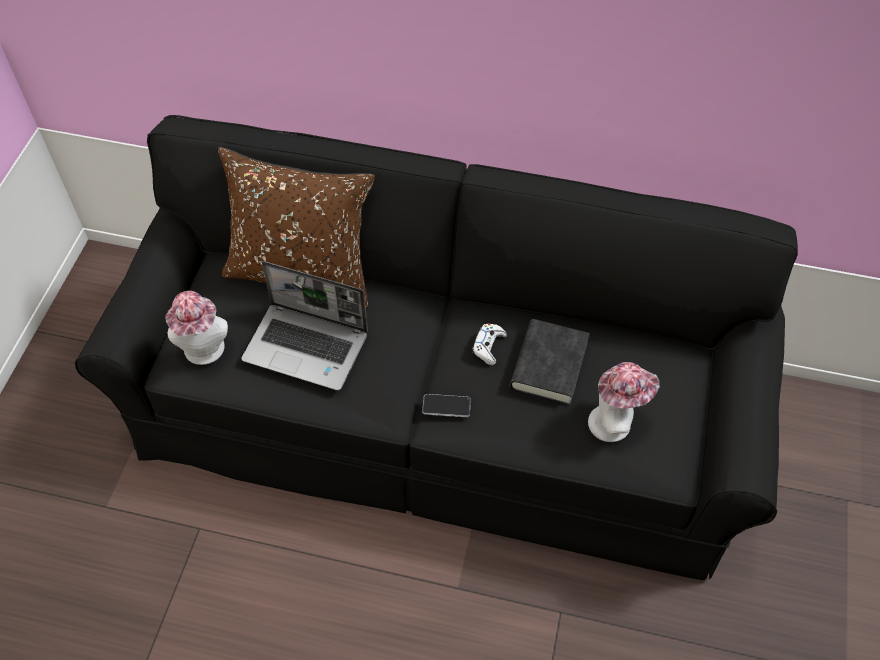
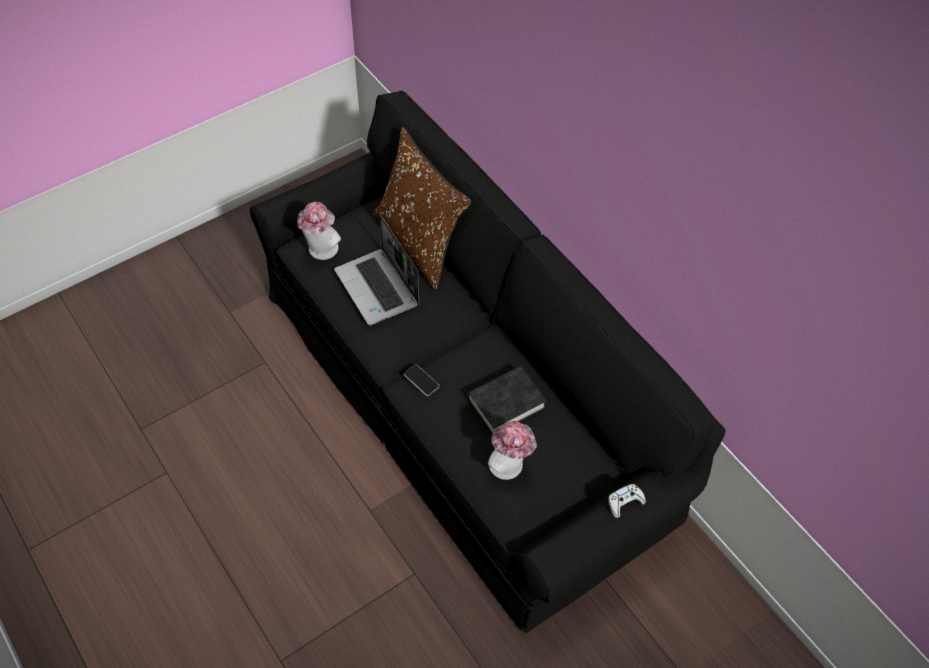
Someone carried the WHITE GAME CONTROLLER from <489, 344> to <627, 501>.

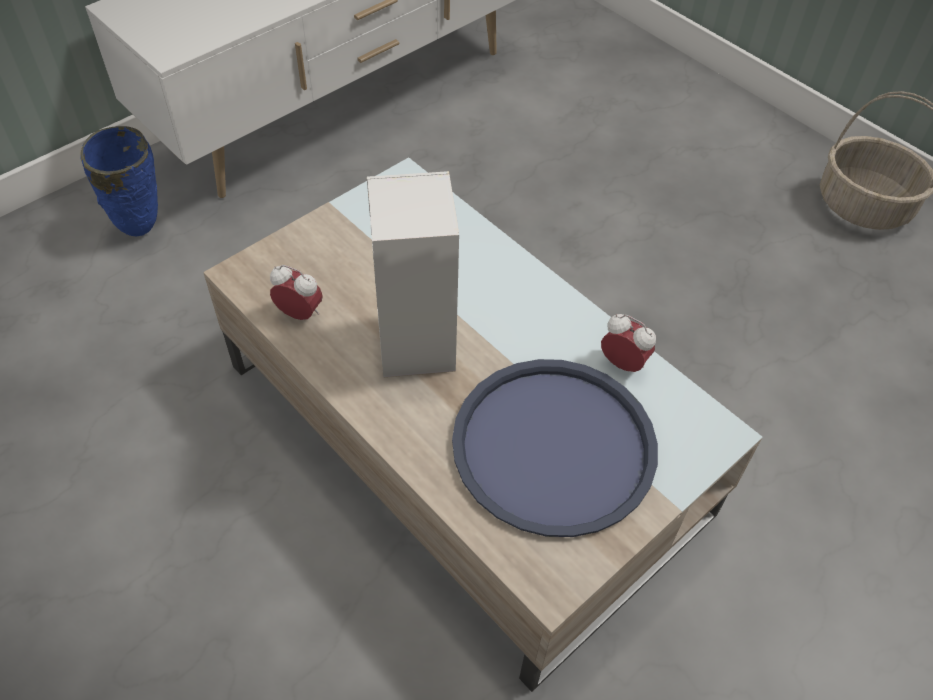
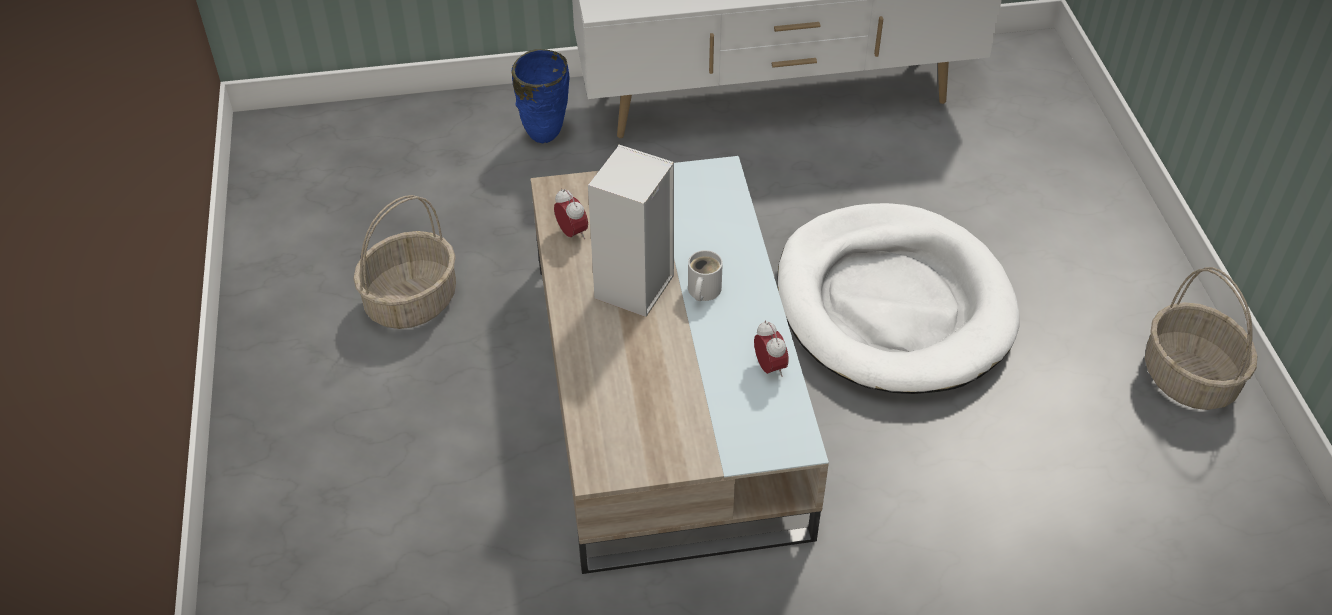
Someone put down the BASKET at <404, 262>.
Someone put down the WHITE MUG at <705, 275>.
Someone put down the WHITE DOG BED at <898, 298>.
Someone took away the BLUE TRAY at <555, 448>.

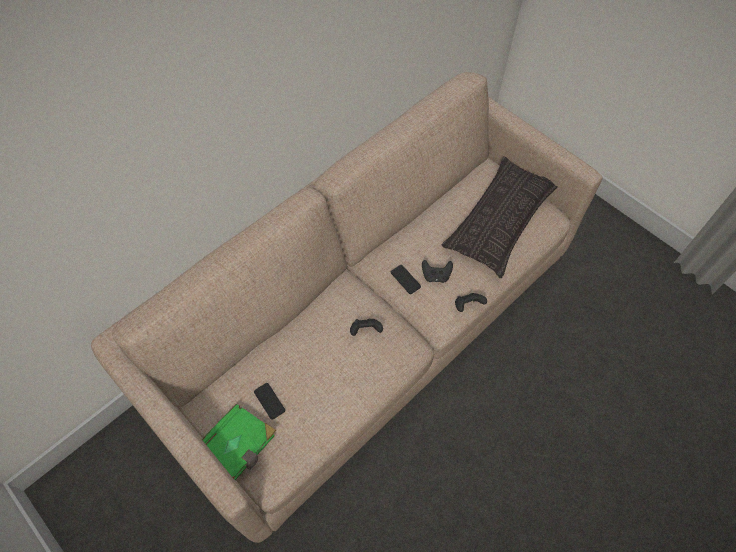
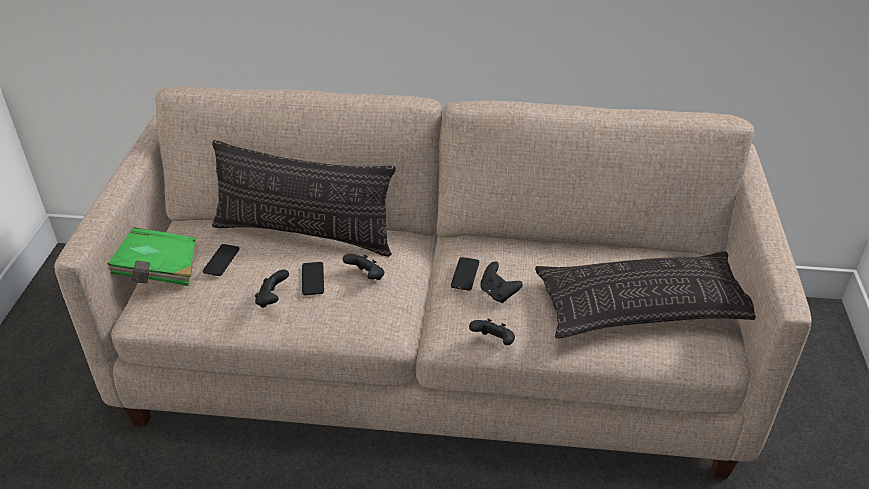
Someone put down the PILLOW at <304, 198>.
Someone put down the BLACK GAME CONTROLLER at <272, 288>.
Someone put down the PHONE at <313, 278>.

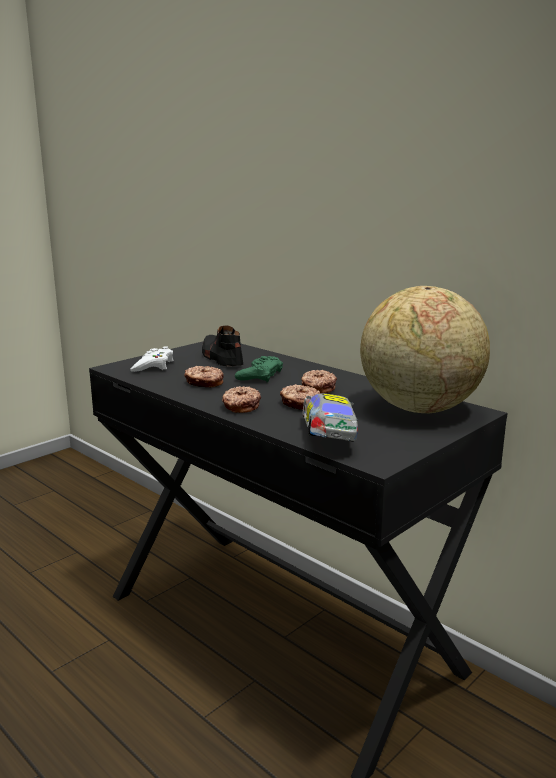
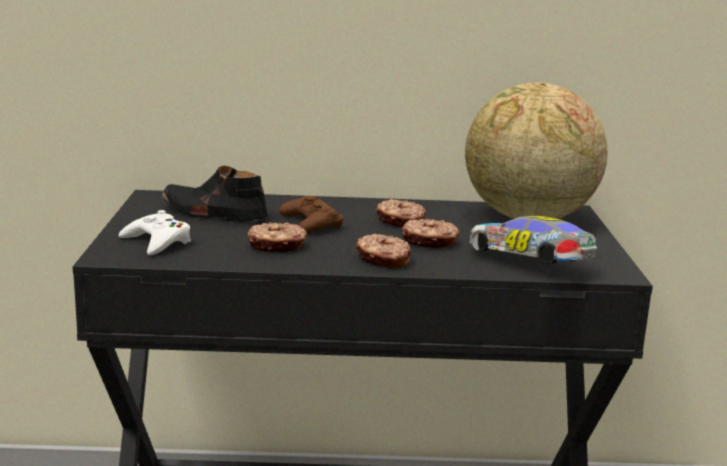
Someone repainted the GREEN GAME CONTROLLER at <259, 369>, which became the BROWN GAME CONTROLLER at <311, 214>.

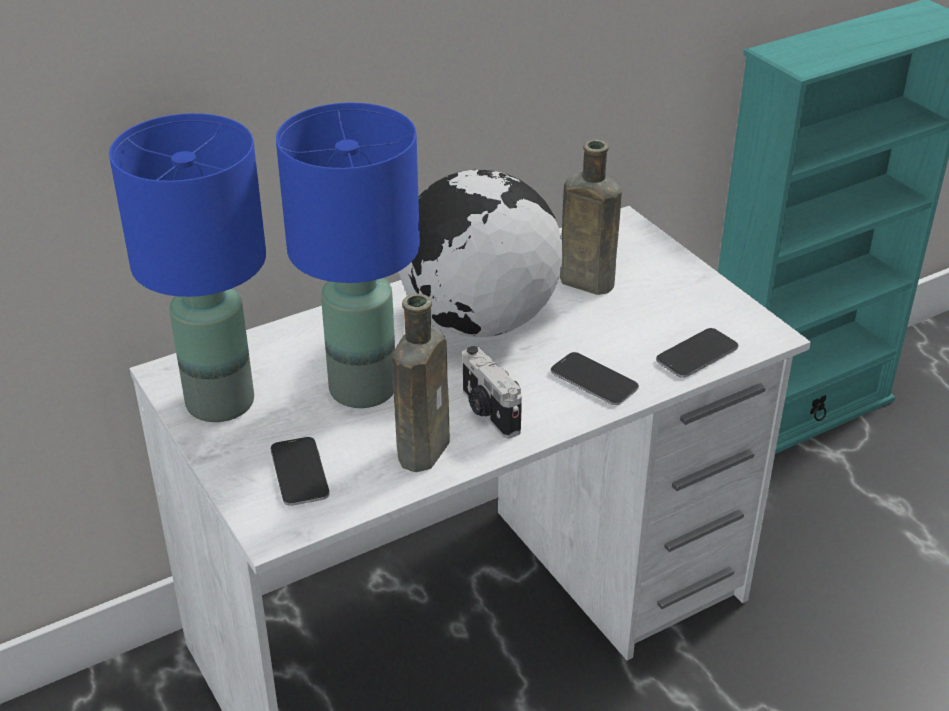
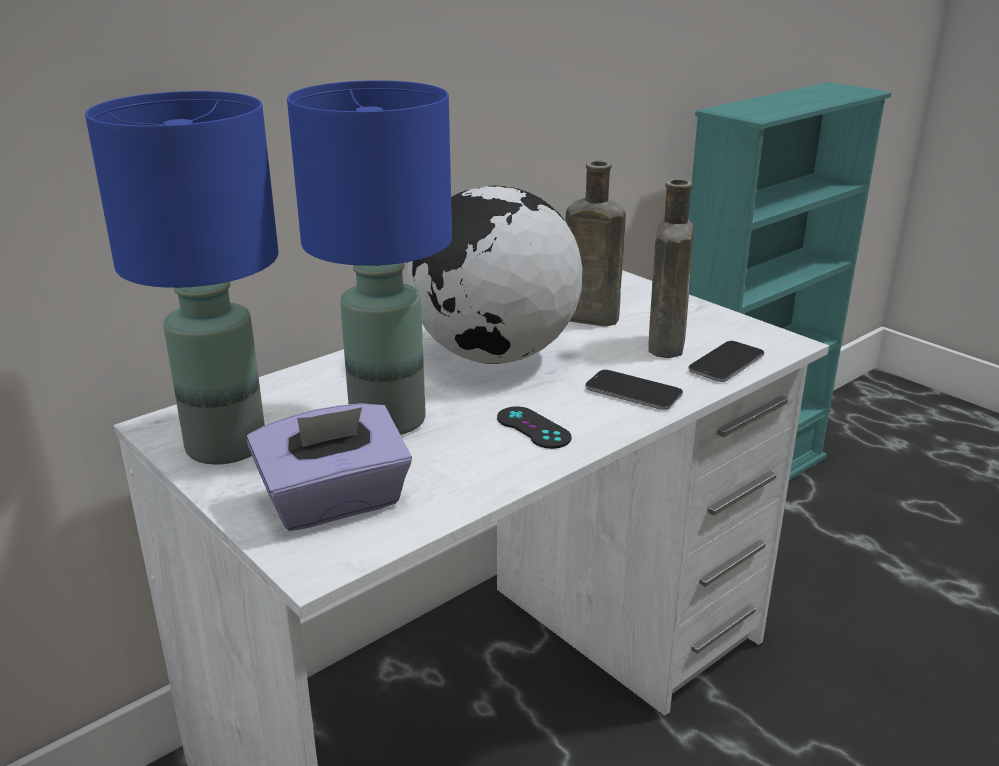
Someone swapped the PHONE at <300, 471> for the PURPLE TISSUE BOX at <329, 467>.
Someone swapped the PHOTO CAMERA at <492, 392> for the BLACK GAME CONTROLLER at <534, 427>.
Someone carried the BROWN BOTTLE from <421, 383> to <671, 268>.

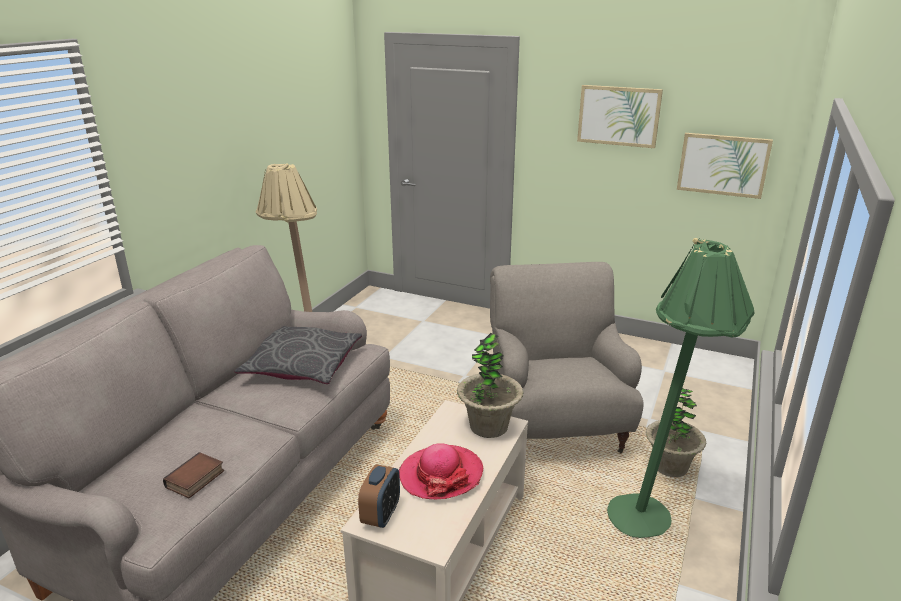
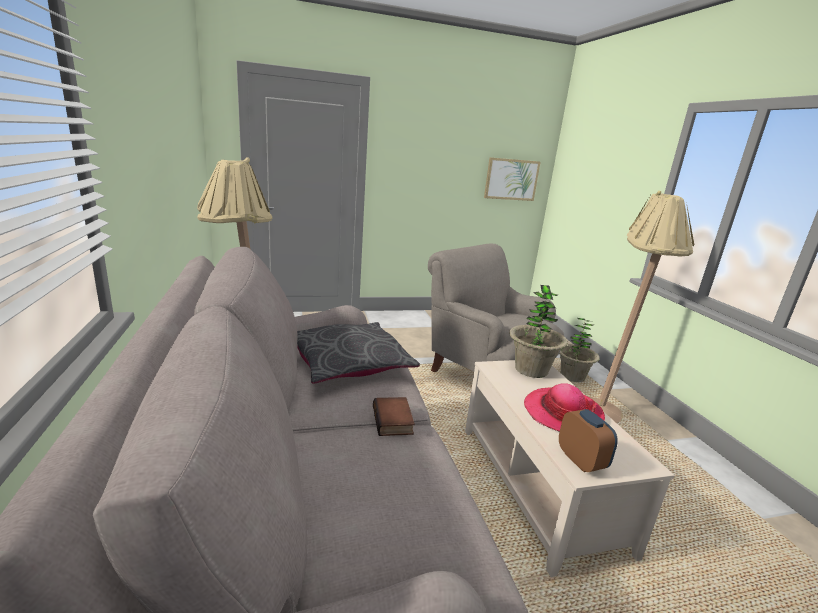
Someone carried the BOOK from <193, 475> to <394, 416>.
Someone repainted the GREEN FLOOR LAMP at <681, 387>, which became the BEIGE FLOOR LAMP at <641, 307>.
Someone took away the PICTURE at <620, 116>.

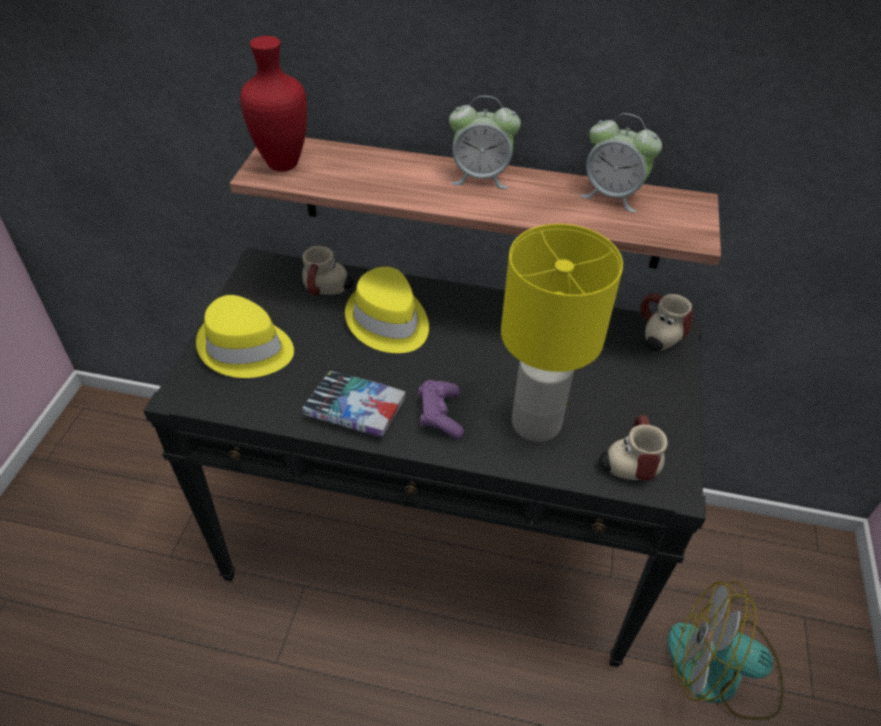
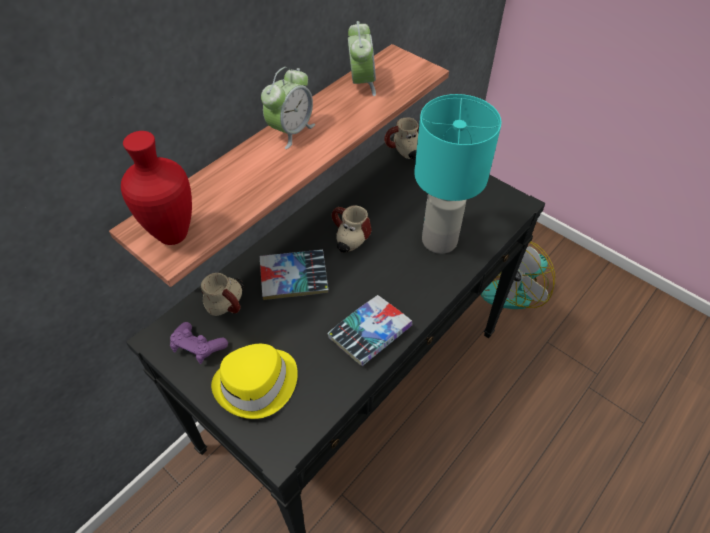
Someone carried the PURPLE GAME CONTROLLER from <441, 409> to <199, 343>.
Someone swapped the YELLOW HAT at <387, 310> for the BOOK at <294, 275>.
Someone carried the MUG from <633, 447> to <351, 229>.
Someone rotated the ALARM CLOCK at <621, 163> by 60 degrees counterclockwise.
Someone repainted the YELLOW TABLE LAMP at <562, 333>, which became the TURQUOISE TABLE LAMP at <458, 174>.

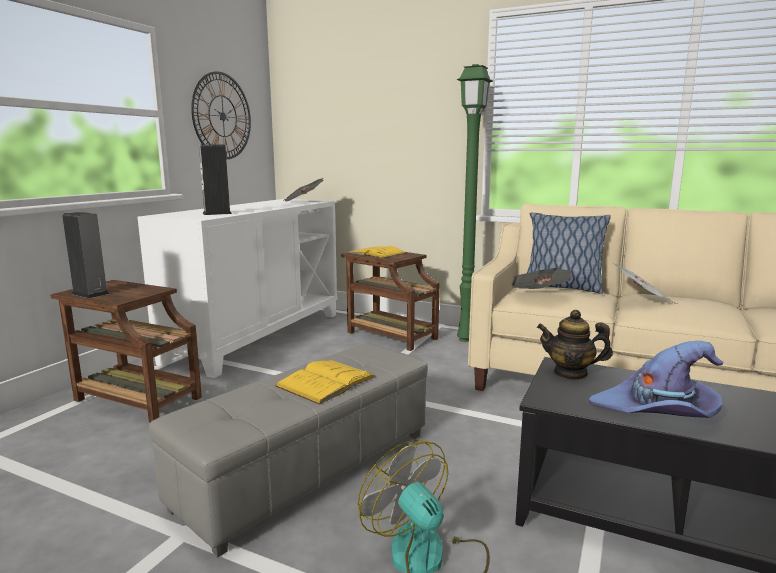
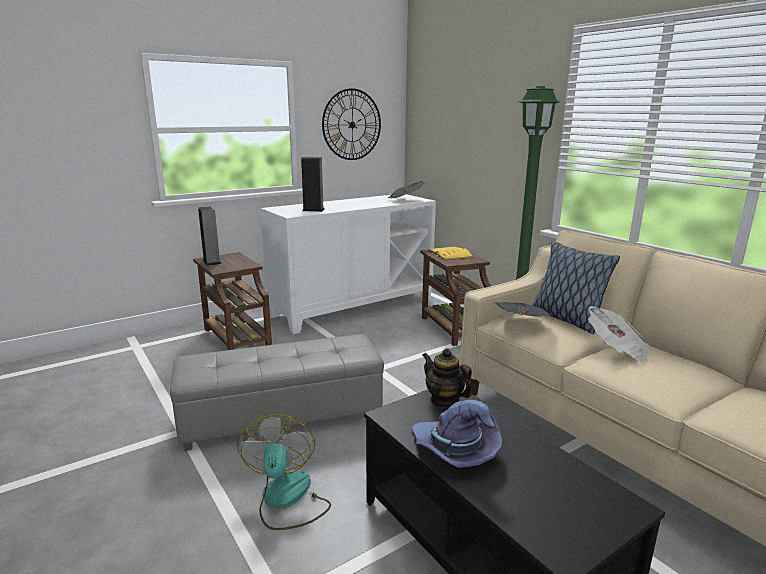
Someone took away the YELLOW BOOK at <325, 382>.

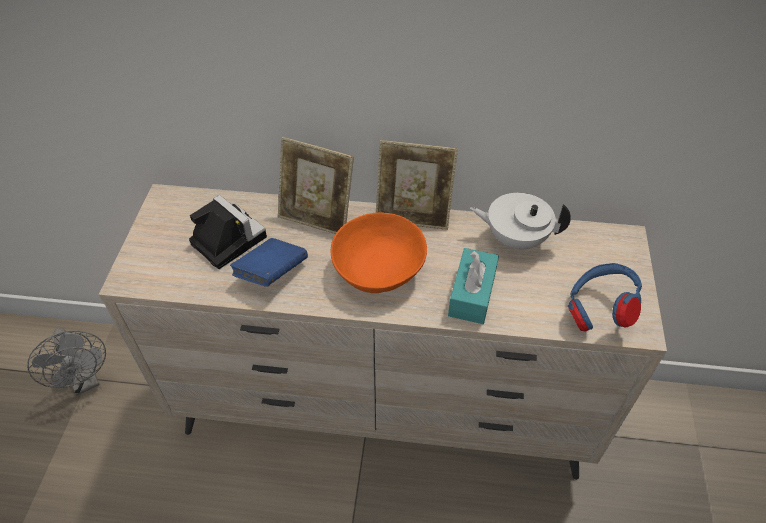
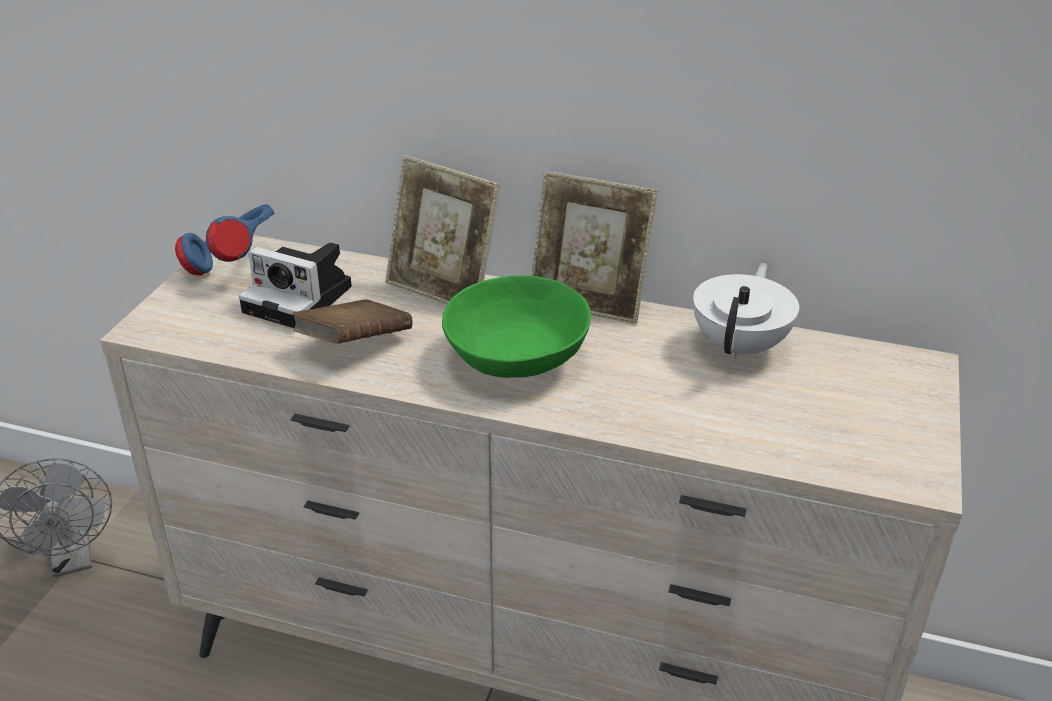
Someone carried the BLUE HEADPHONES from <605, 297> to <225, 240>.
Someone rotated the PHOTO CAMERA at <228, 232> by 150 degrees clockwise.
Someone repainted the BLUE BOOK at <269, 262>, which became the BROWN BOOK at <352, 321>.
Someone repainted the ORANGE BOWL at <379, 252>, which became the GREEN BOWL at <516, 326>.
Someone rotated the WHITE TEAPOT at <520, 222> by 90 degrees clockwise.
Someone took away the TURQUOISE TISSUE BOX at <473, 286>.

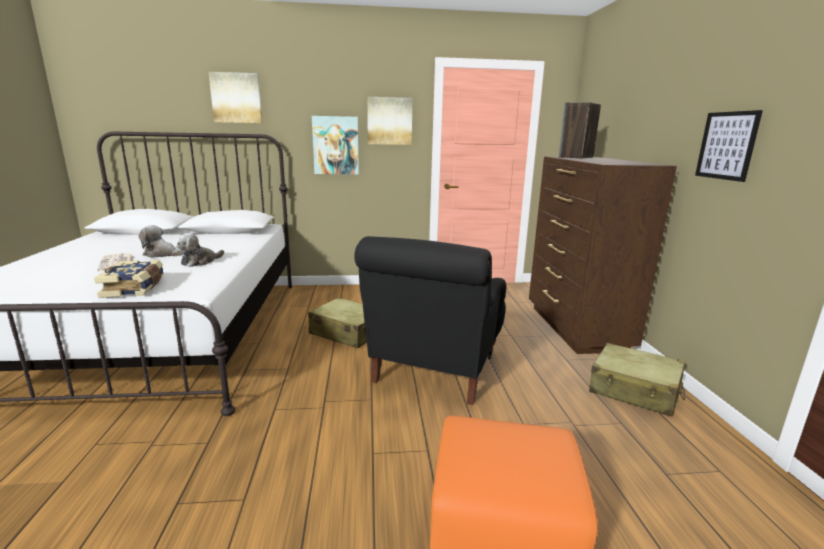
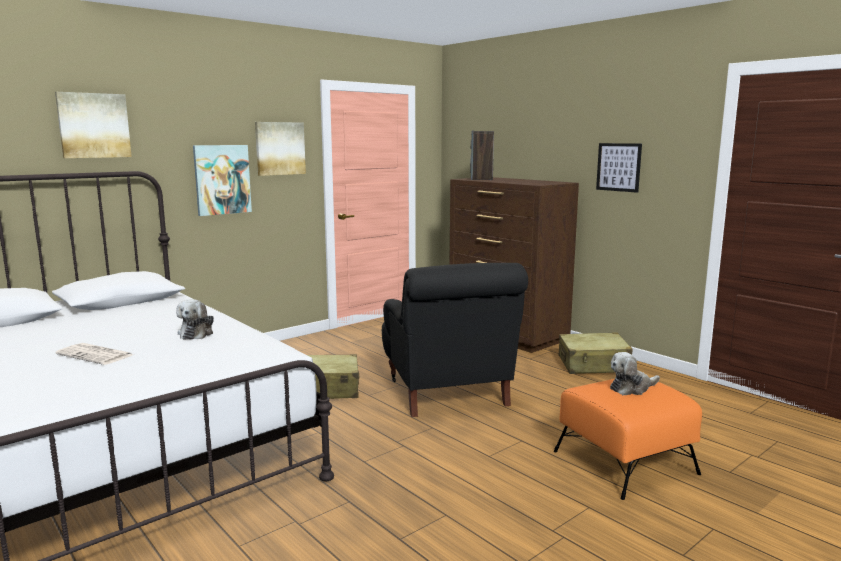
Someone carried the PLUSH TOY from <161, 241> to <635, 373>.
Someone took away the BOOK at <129, 279>.

